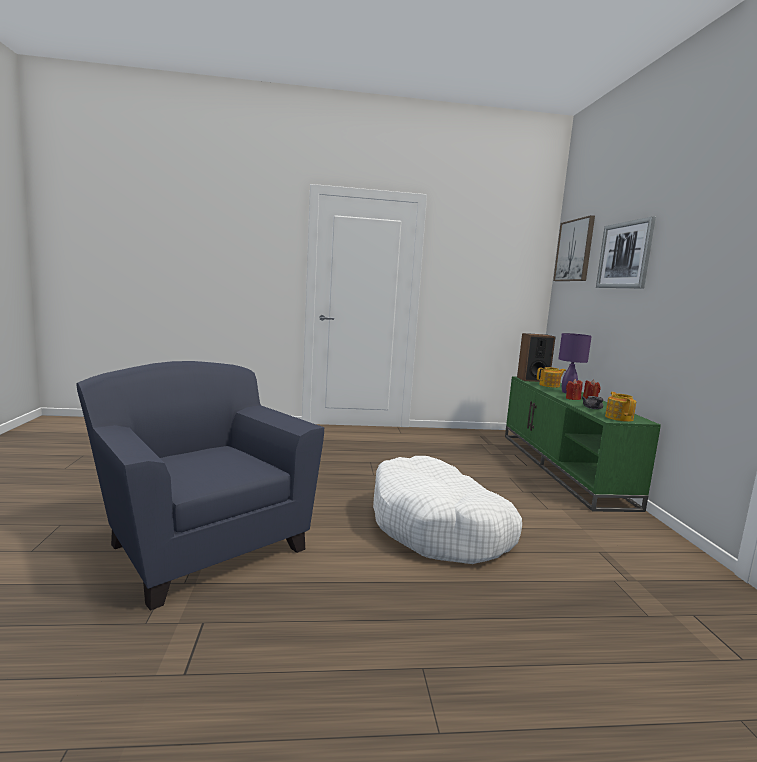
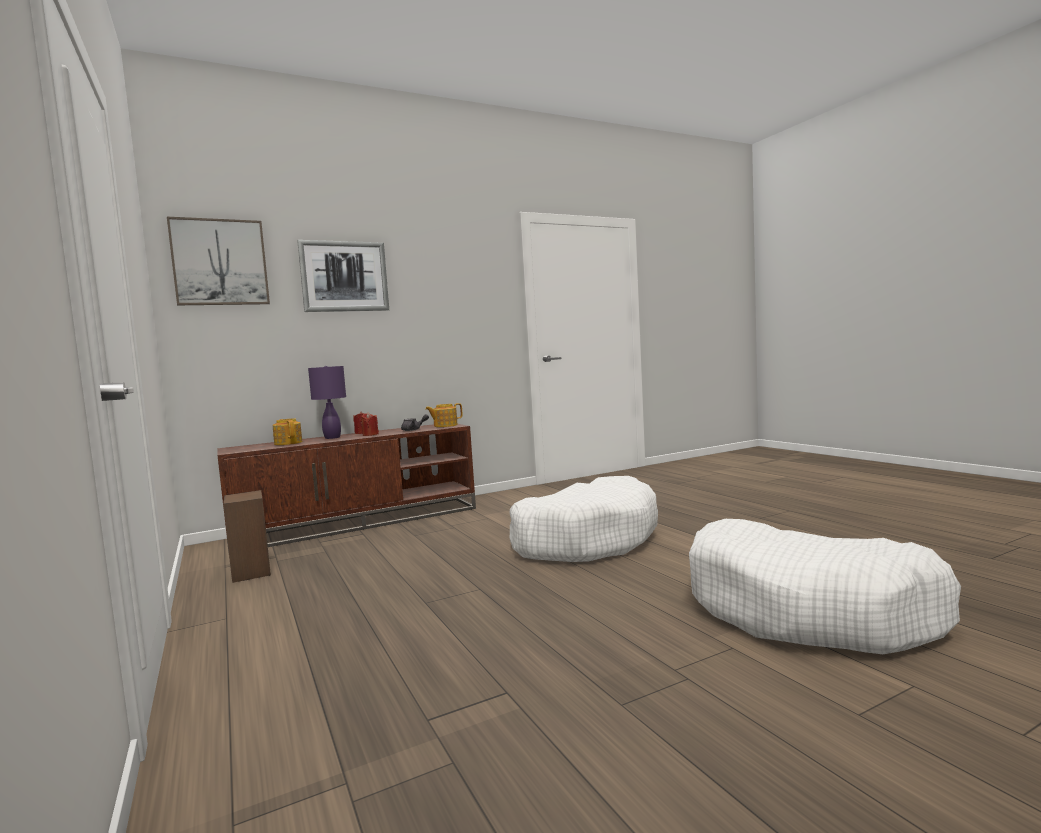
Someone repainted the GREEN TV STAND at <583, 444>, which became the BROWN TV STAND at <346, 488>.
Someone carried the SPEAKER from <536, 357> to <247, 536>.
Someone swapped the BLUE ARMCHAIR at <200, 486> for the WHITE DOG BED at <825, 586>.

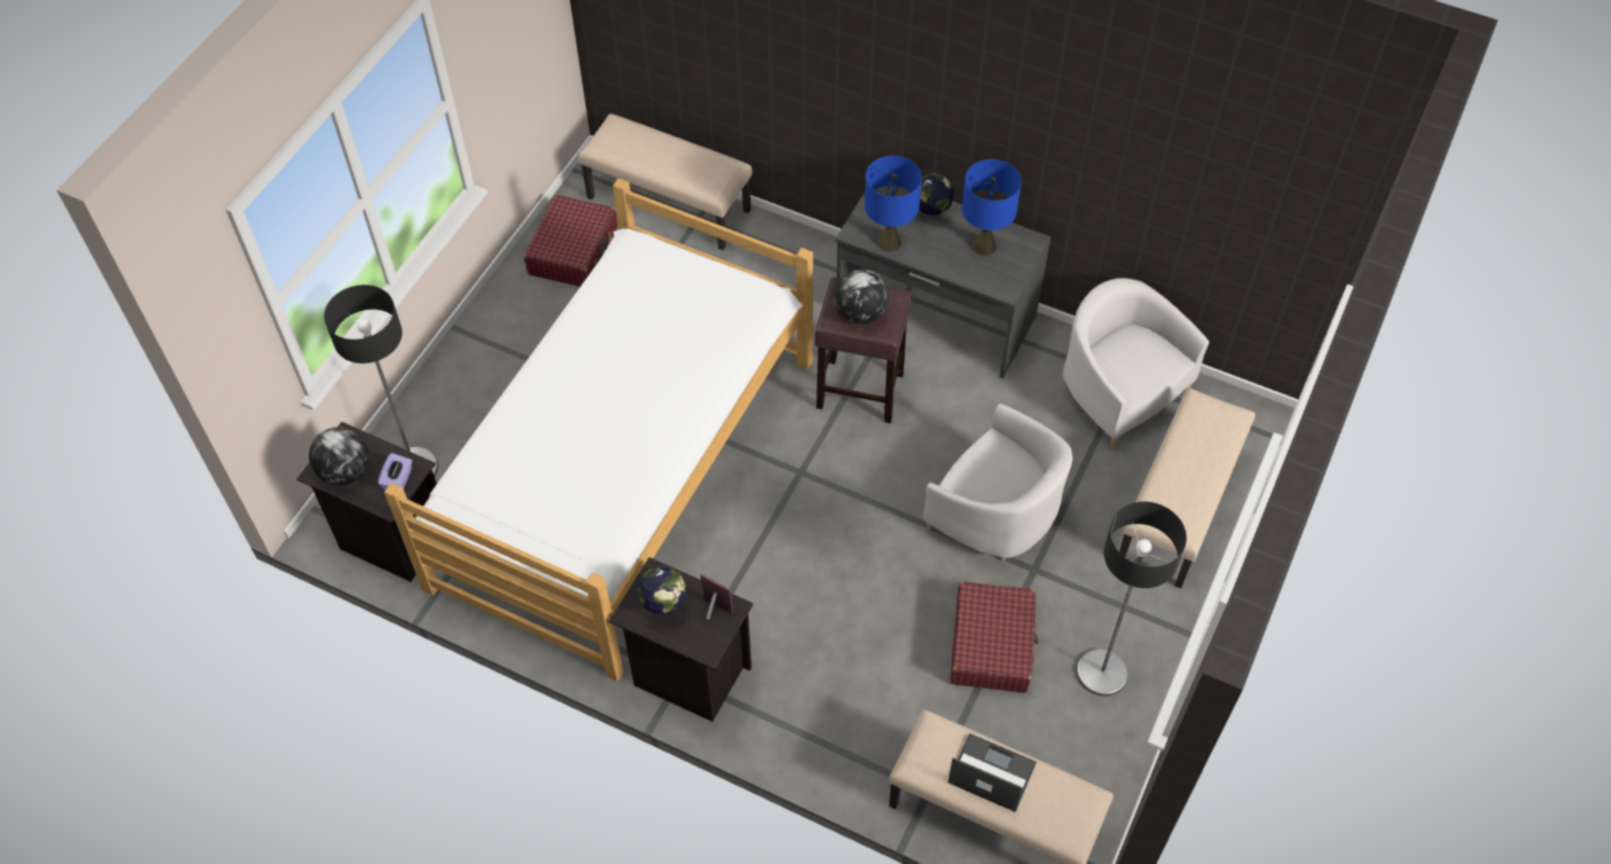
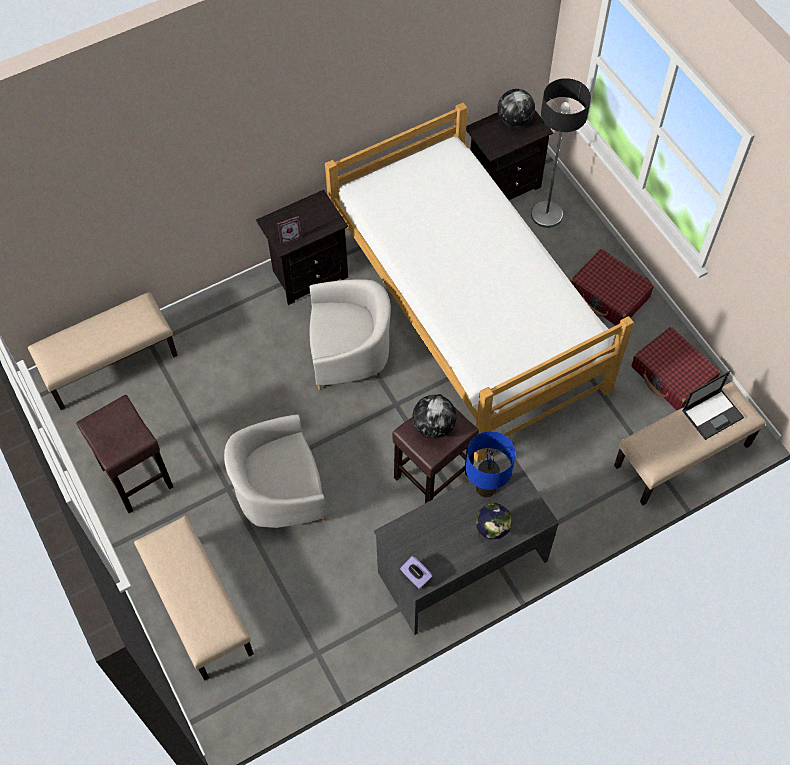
Someone swapped the FLOOR LAMP at <1132, 599> for the BROWN STOOL at <124, 454>.
Someone carried the WHITE ARMCHAIR from <1136, 362> to <350, 334>.
Someone carried the PURPLE TISSUE BOX from <395, 471> to <416, 572>.
Someone carried the RED SUITCASE from <994, 637> to <612, 287>.
Someone carried the LAPTOP from <992, 772> to <713, 405>.
Someone took away the GLOBE at <662, 596>.
Someone took away the BLUE TABLE LAMP at <991, 207>.

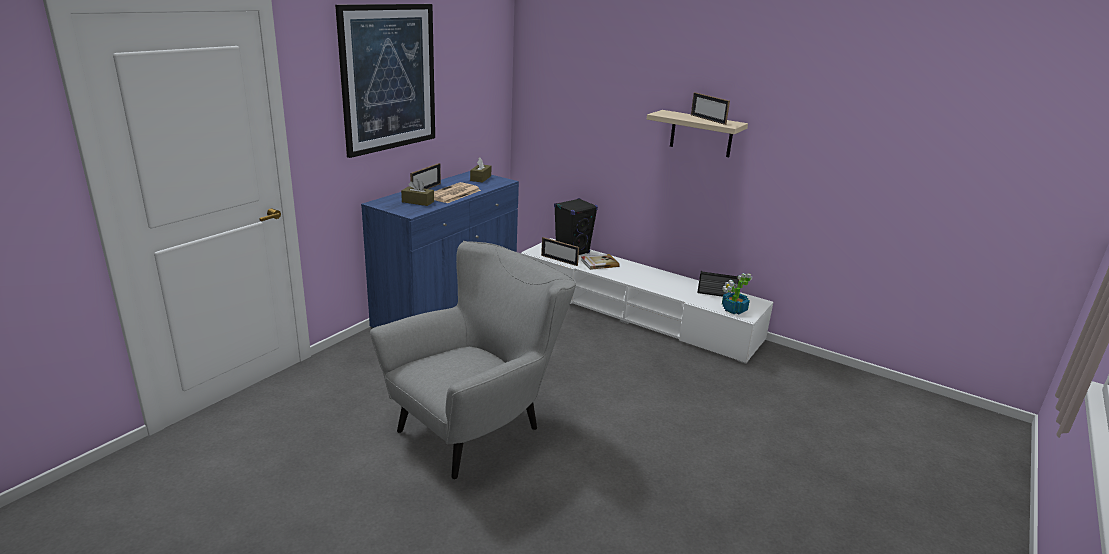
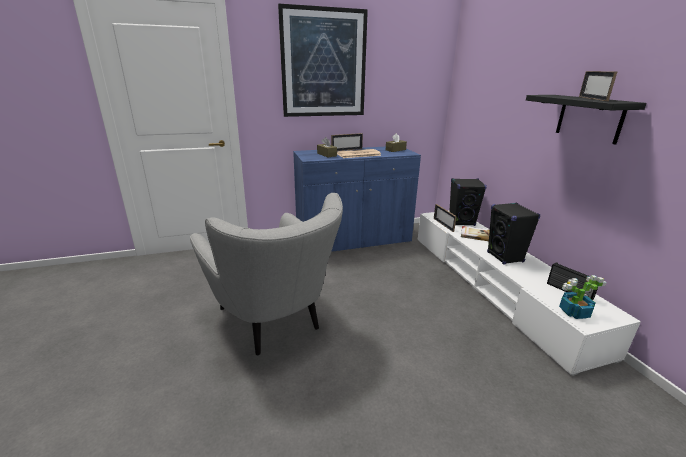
Someone rotated the GREY ARMCHAIR at <473, 360> by 60 degrees clockwise.
Someone put down the BLACK SPEAKER at <513, 234>.
Someone repainted the BEIGE SHELF at <697, 133>, which became the BLACK SHELF at <586, 120>.

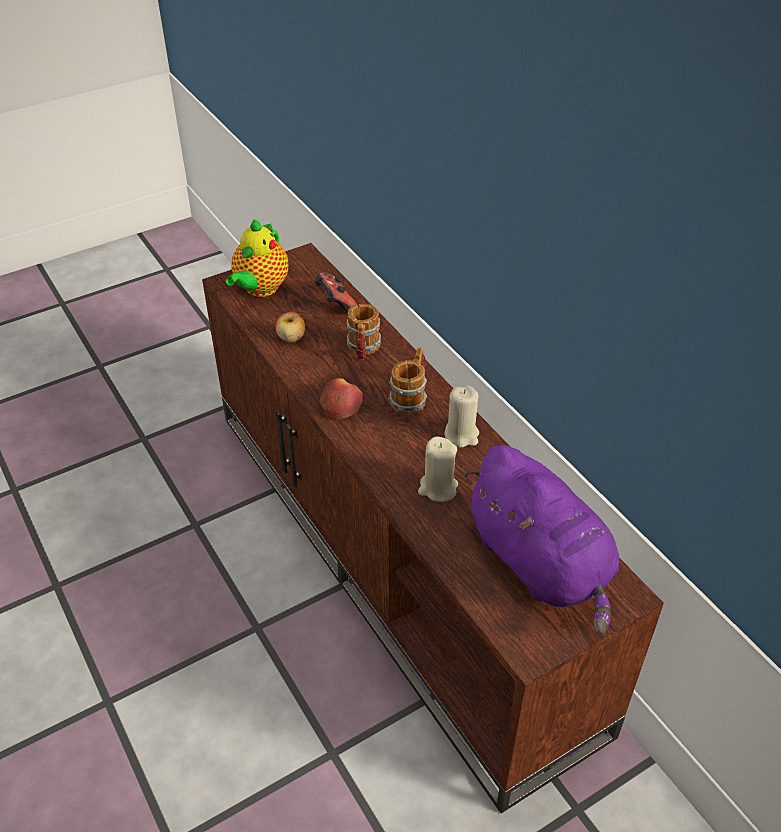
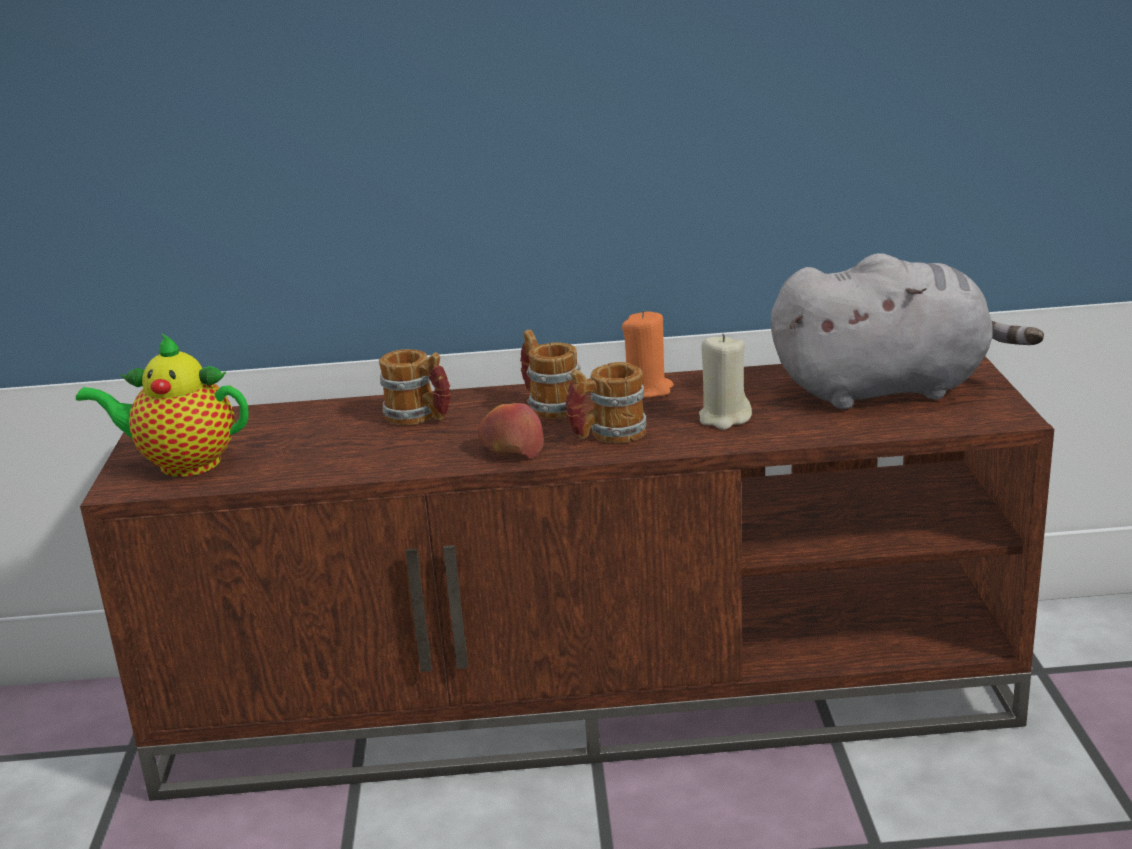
Someone rotated the TEAPOT at <257, 258> by 135 degrees clockwise.
Someone put down the MUG at <606, 402>.
Someone repainted the BEIGE CANDLE at <462, 417>, which became the ORANGE CANDLE at <648, 354>.
Someone repainted the PURPLE PLUSH TOY at <541, 540>, which became the GREY PLUSH TOY at <907, 331>.
Someone took away the APPLE at <290, 327>.
Someone took away the GAME CONTROLLER at <335, 293>.

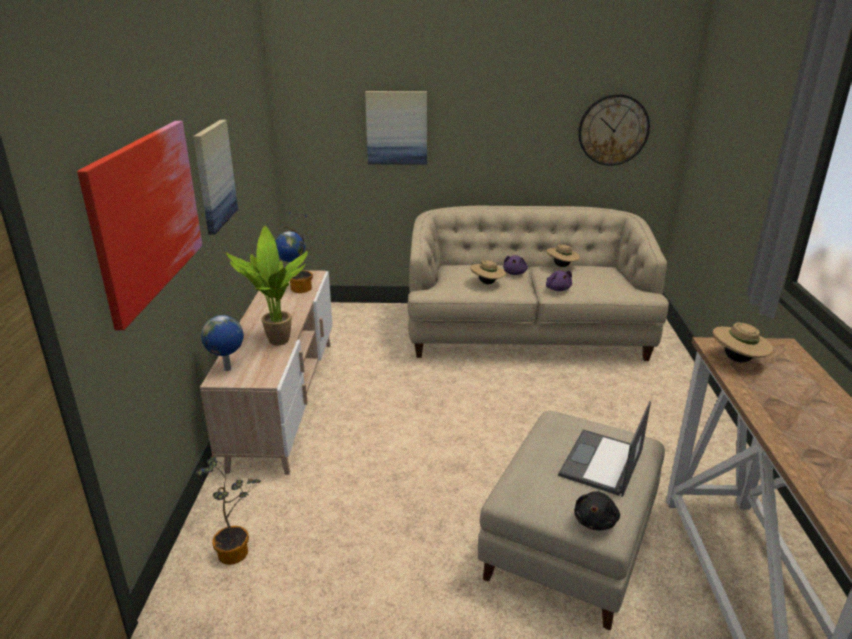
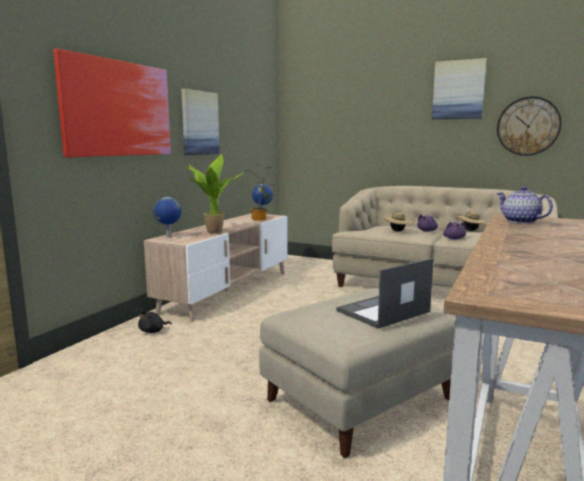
Someone carried the BLACK PLUSH TOY from <597, 510> to <155, 321>.
Someone carried the PICTURE from <396, 128> to <459, 89>.
Someone swapped the BEIGE HAT at <743, 342> for the TEAPOT at <525, 205>.
Someone took away the POTTED PLANT at <228, 510>.

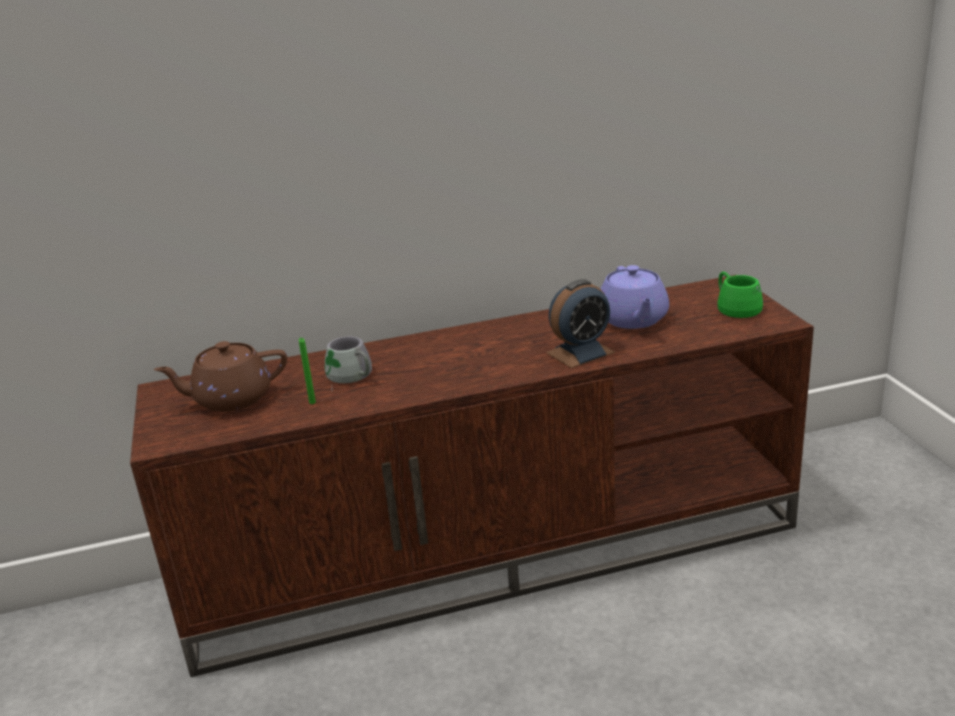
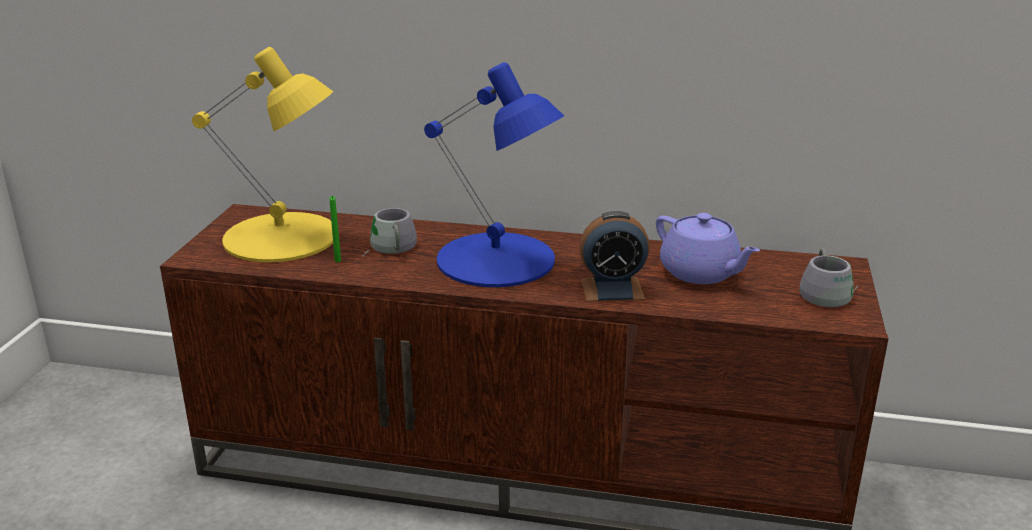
Someone swapped the BROWN TEAPOT at <220, 376> for the YELLOW TABLE LAMP at <262, 154>.
Someone put down the BLUE TABLE LAMP at <494, 174>.
Someone rotated the PURPLE TEAPOT at <635, 297> by 60 degrees counterclockwise.
Someone repainted the GREEN MUG at <740, 294>, which became the GREY MUG at <828, 277>.

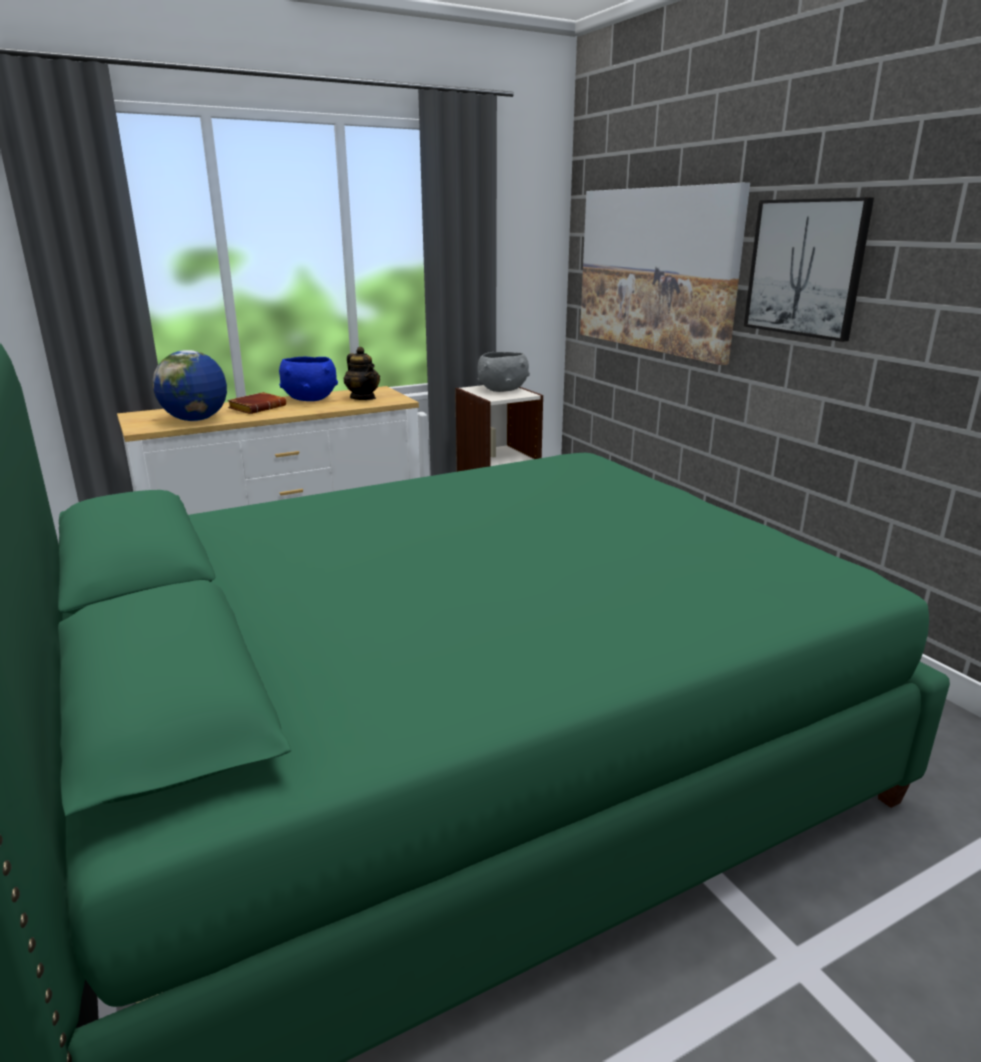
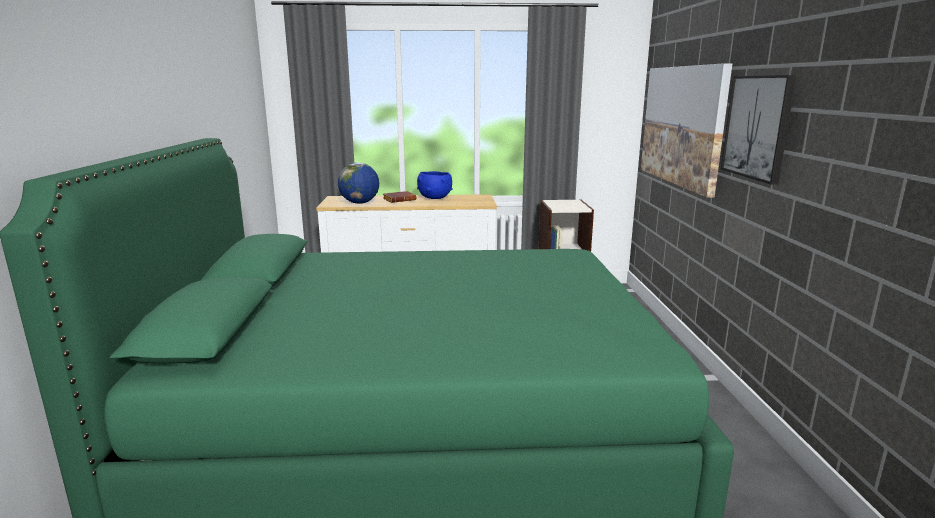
Someone took away the TEAPOT at <362, 373>.
Someone took away the GREY BOWL at <503, 372>.

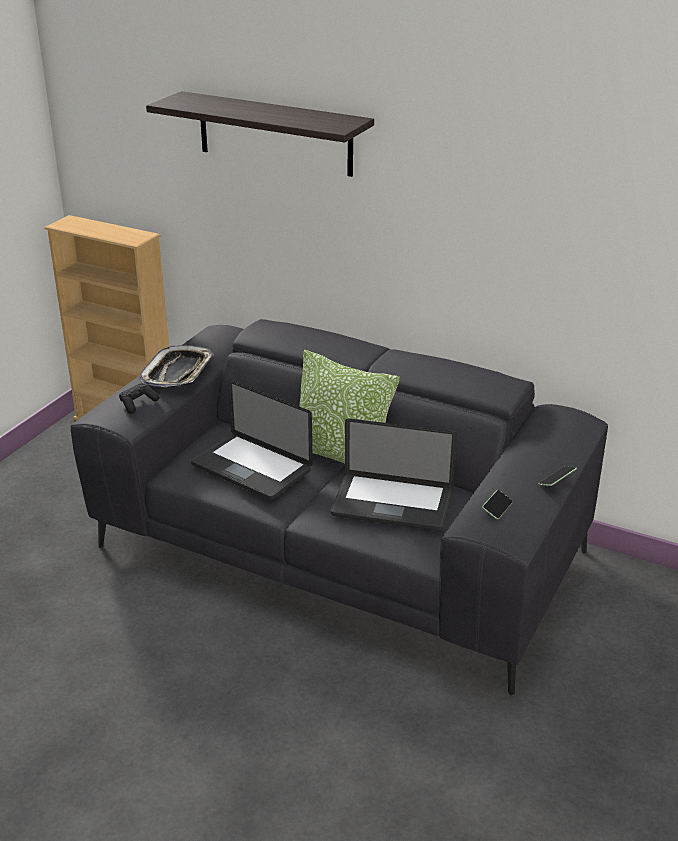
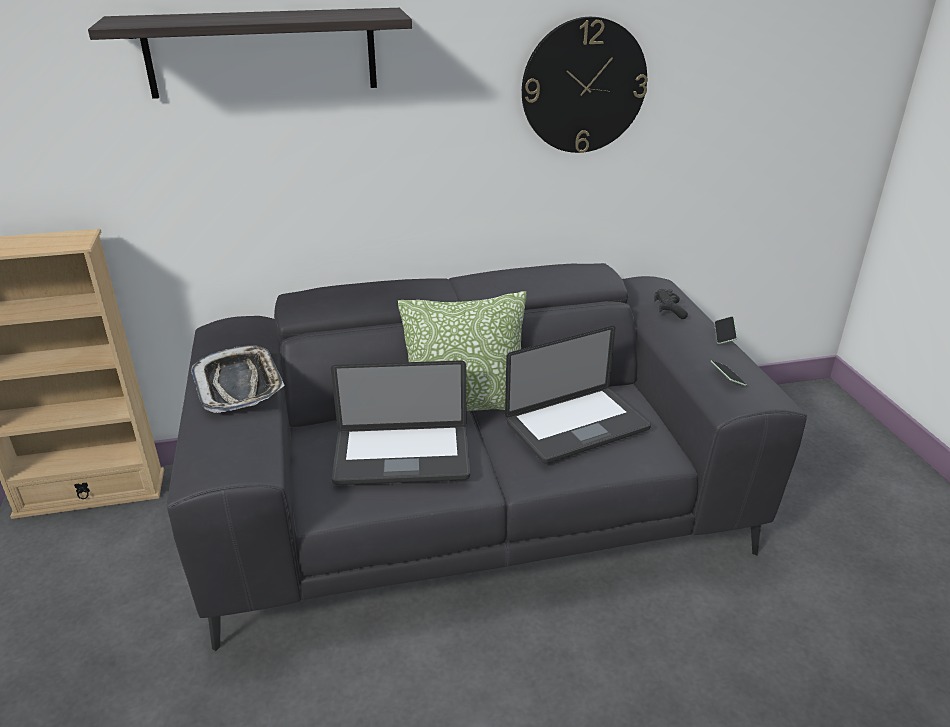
Someone put up the WALL CLOCK at <585, 85>.
Someone carried the BLACK GAME CONTROLLER from <139, 398> to <671, 304>.

